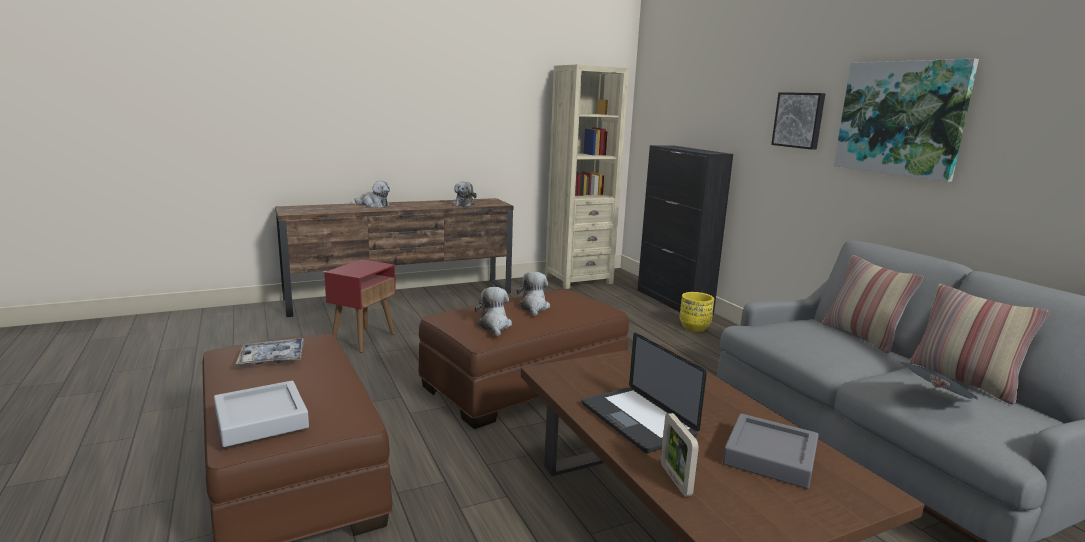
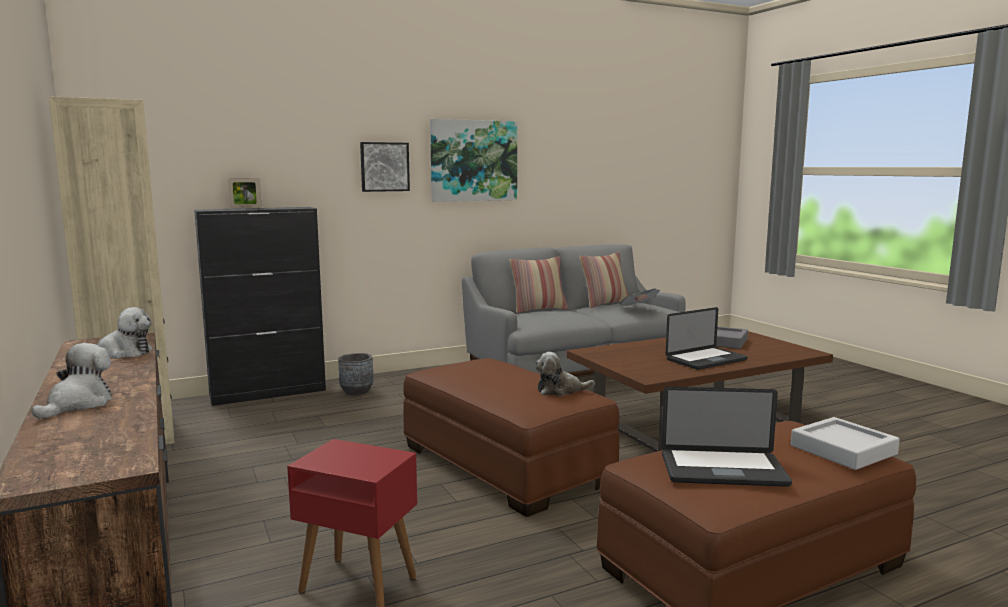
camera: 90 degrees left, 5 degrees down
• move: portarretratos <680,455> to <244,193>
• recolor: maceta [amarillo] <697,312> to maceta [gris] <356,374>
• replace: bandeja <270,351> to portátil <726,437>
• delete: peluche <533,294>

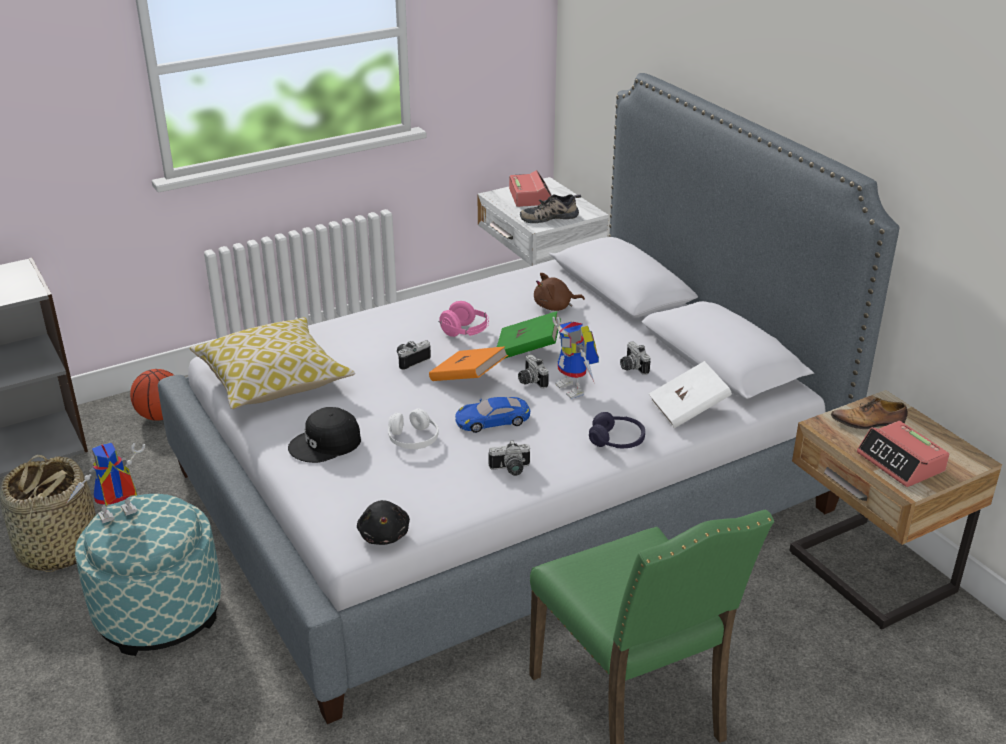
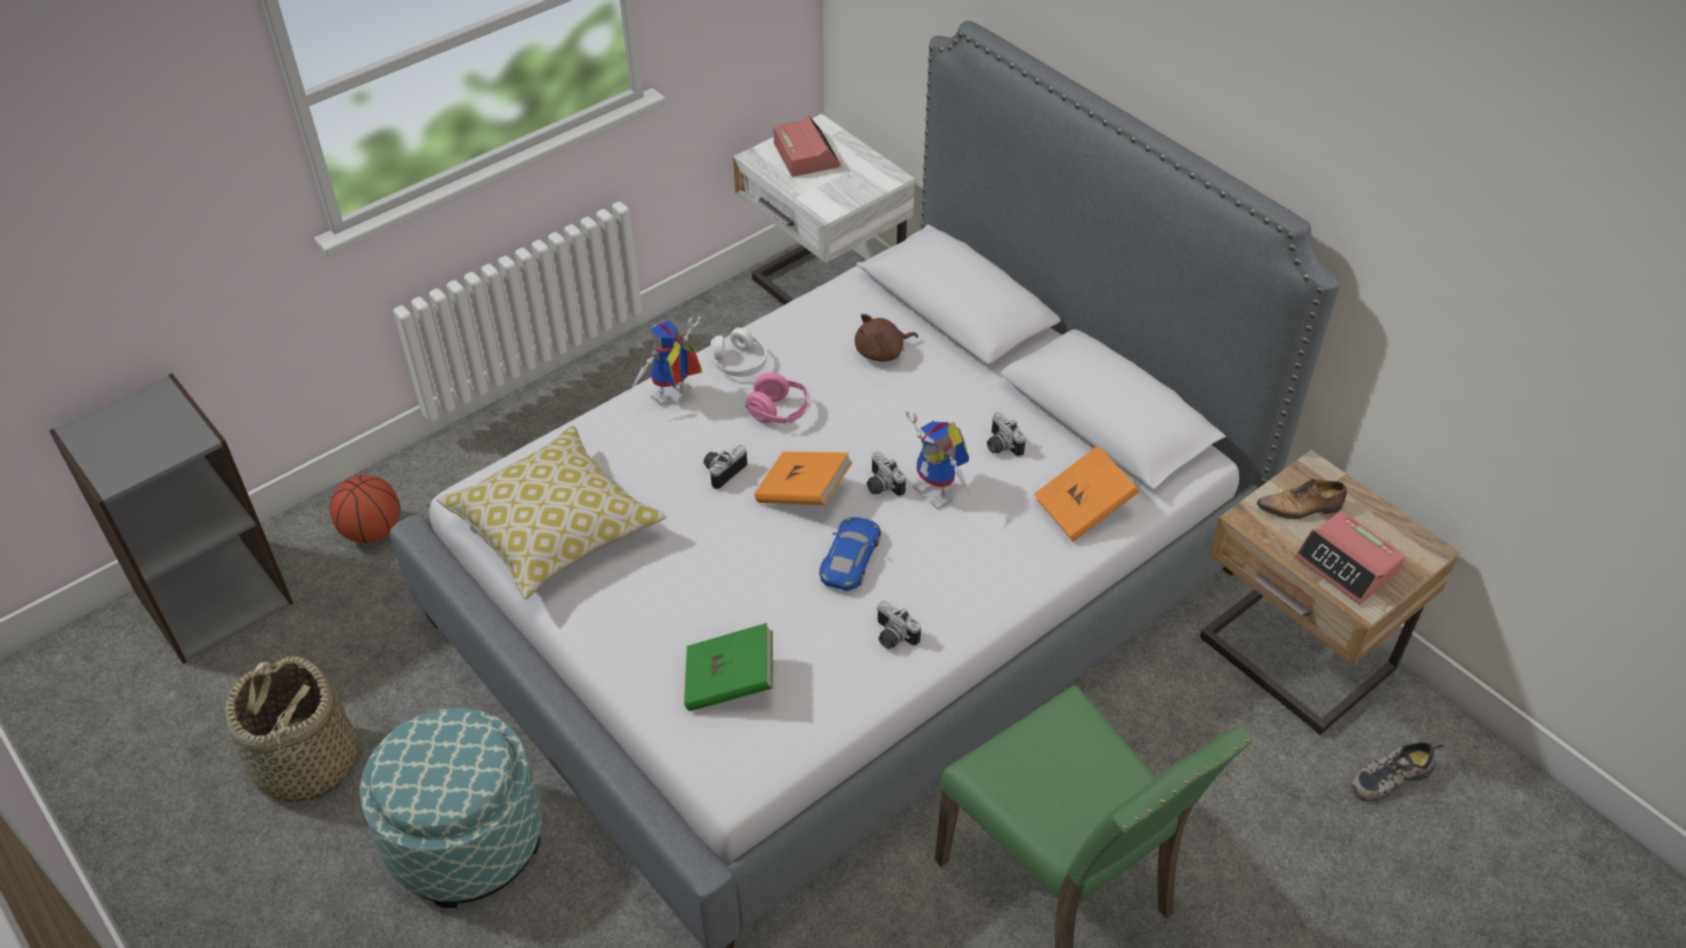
camera: 10 degrees left, 15 degrees up
• move: robot de juguete <106,483> to <666,361>
• move: libro [verde] <529,335> to <728,667>
• move: auriculares [blanco] <413,428> to <739,352>
• rotate: coche de juguete [azul] <492,415> = <850,554> 135 degrees clockwise
• rotate: cámara <509,458> = <899,625> 60 degrees clockwise
• recolor: libro [blanco] <690,394> to libro [naranja] <1086,493>
• move: zapato <550,208> to <1397,771>
• delete: gorra [negro] <324,435>
• delete: peluche [negro] <383,522>
• delete: auriculares [morado] <617,430>

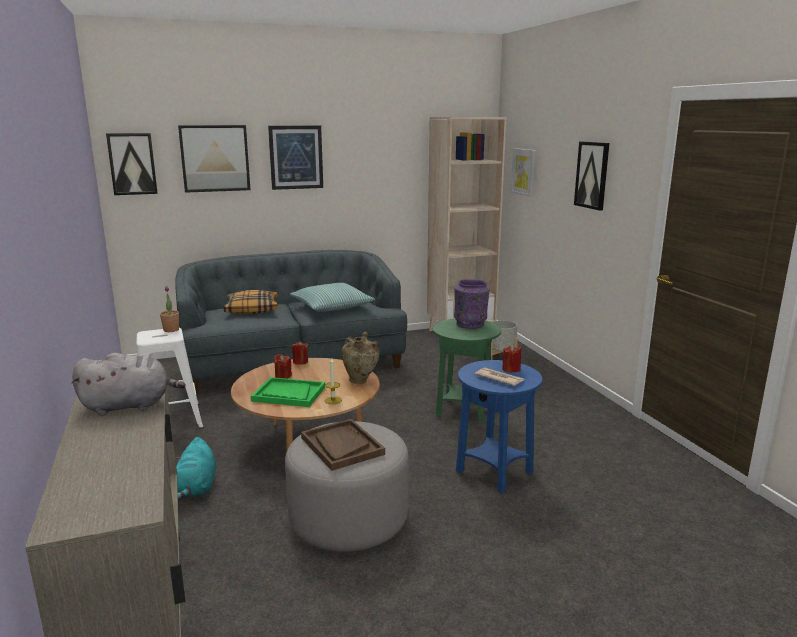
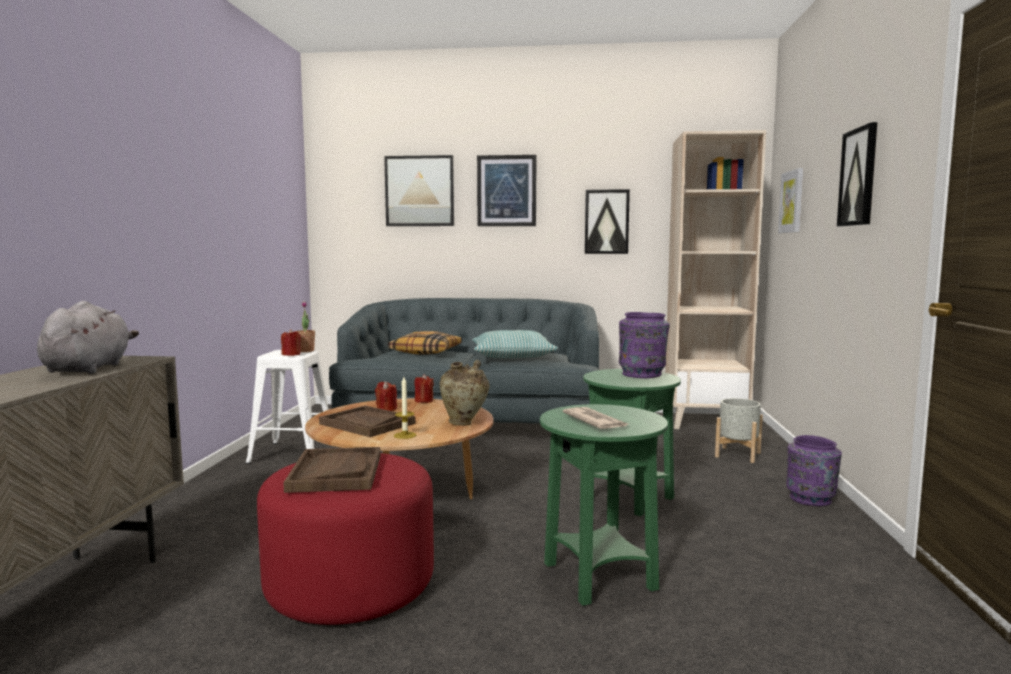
camera: 25 degrees right, 10 degrees down
• rotate: peluche [gris] <128,384> = <88,337> 105 degrees counterclockwise
• recolor: puf [gris] <347,486> to puf [rojo] <345,539>
• move: vela [rojo] <512,358> to <291,342>
• recolor: bandeja [verde] <288,392> to bandeja [marrón] <367,421>
• recolor: mesa auxiliar [azul] <499,427> to mesa auxiliar [verde] <604,505>
• move: cuadro <132,164> to <607,221>
• insert: florero [morado] <814,470>
• delete: peluche [turquesa] <195,468>

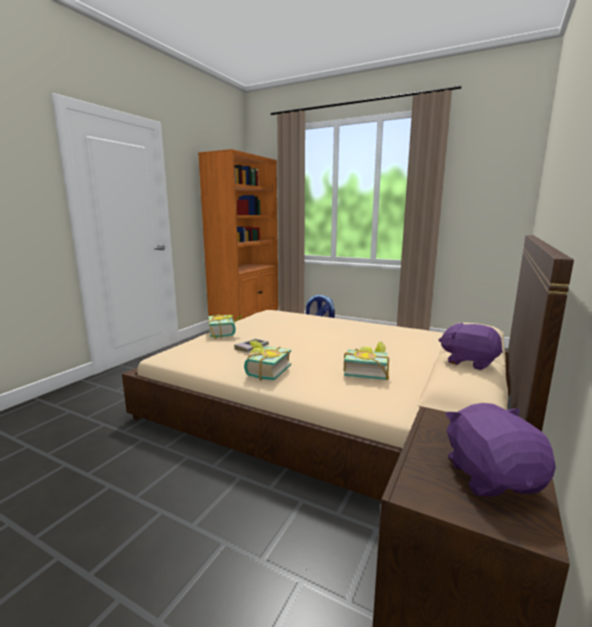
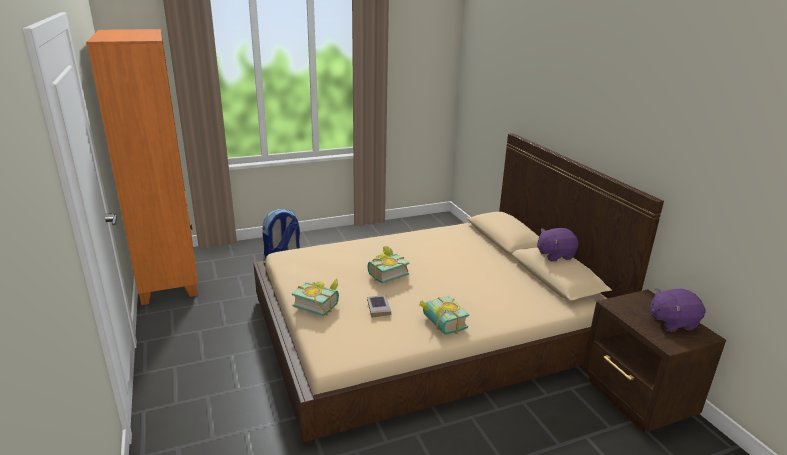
camera: 50 degrees left, 10 degrees up
• move: libro <366,361> to <388,265>
• rotate: peluche [morado] <500,449> = <677,310> 45 degrees counterclockwise

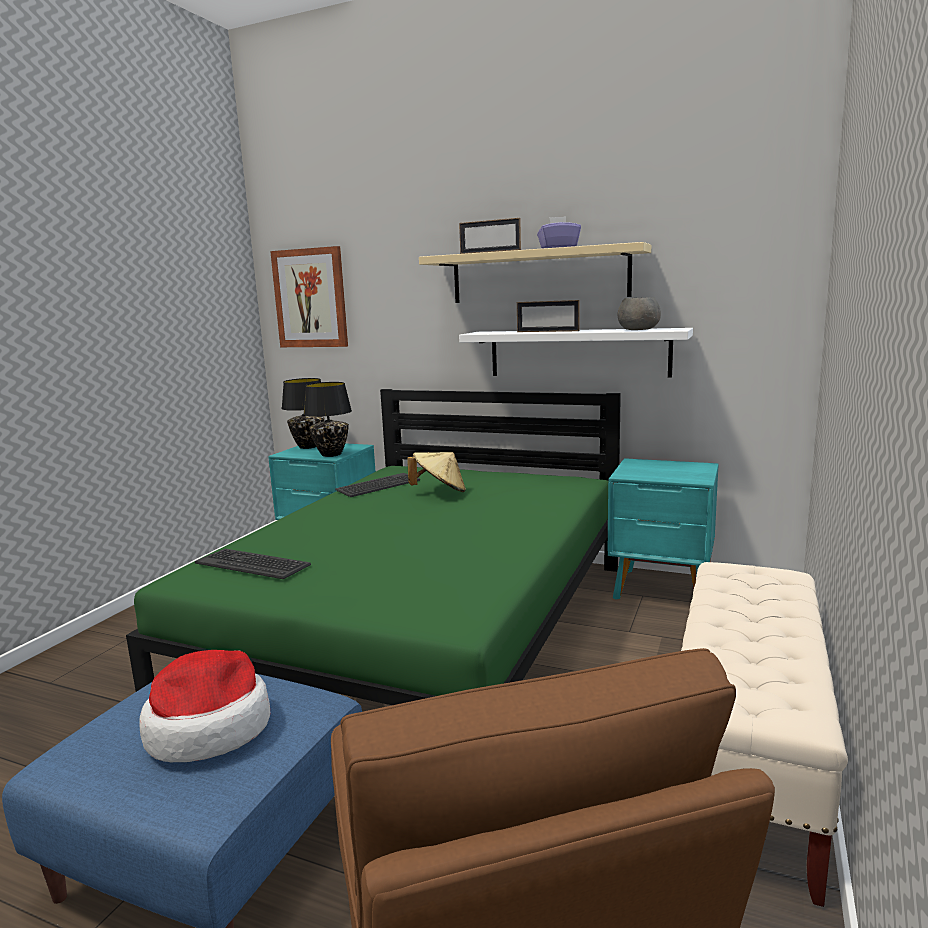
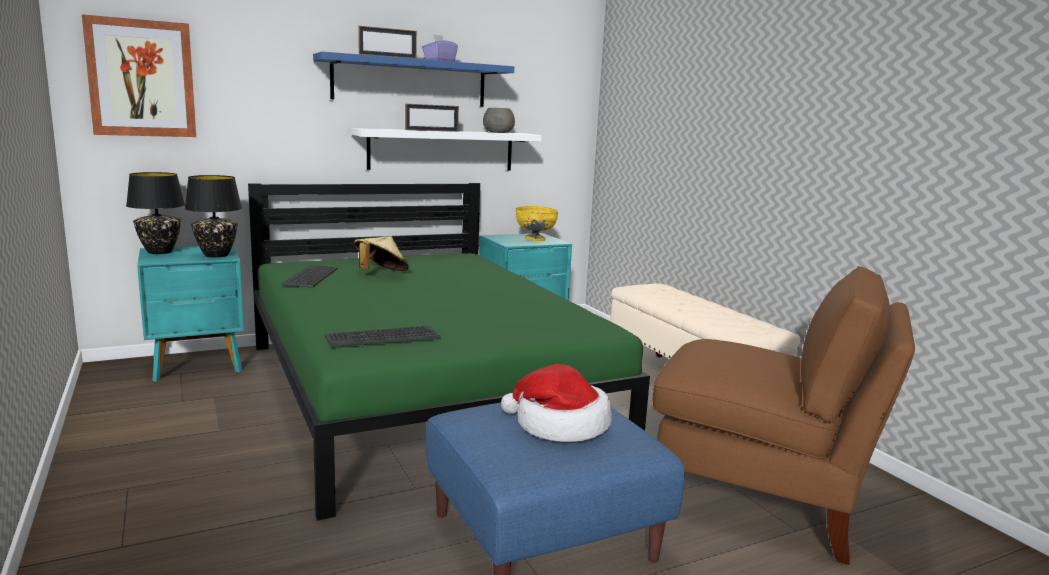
camera: 50 degrees left, 0 degrees up
• recolor: estante [beis] <535,272> to estante [azul] <413,79>
• insert: cuenco [amarillo] <537,223>

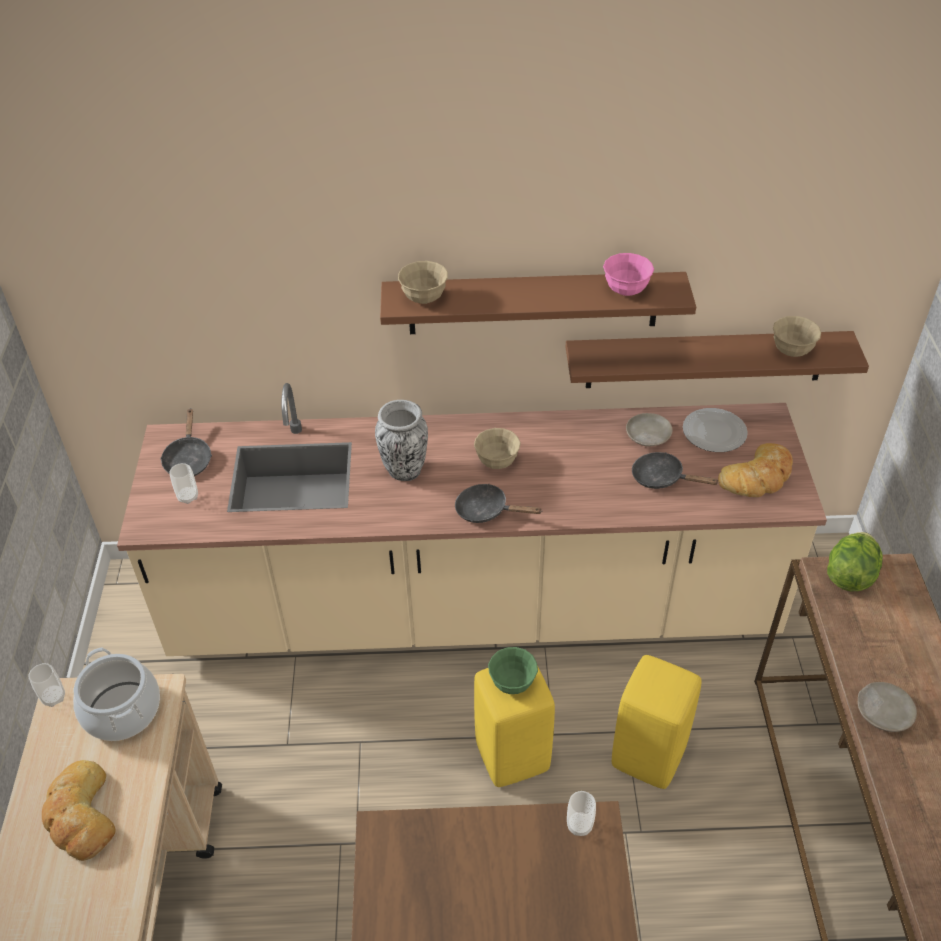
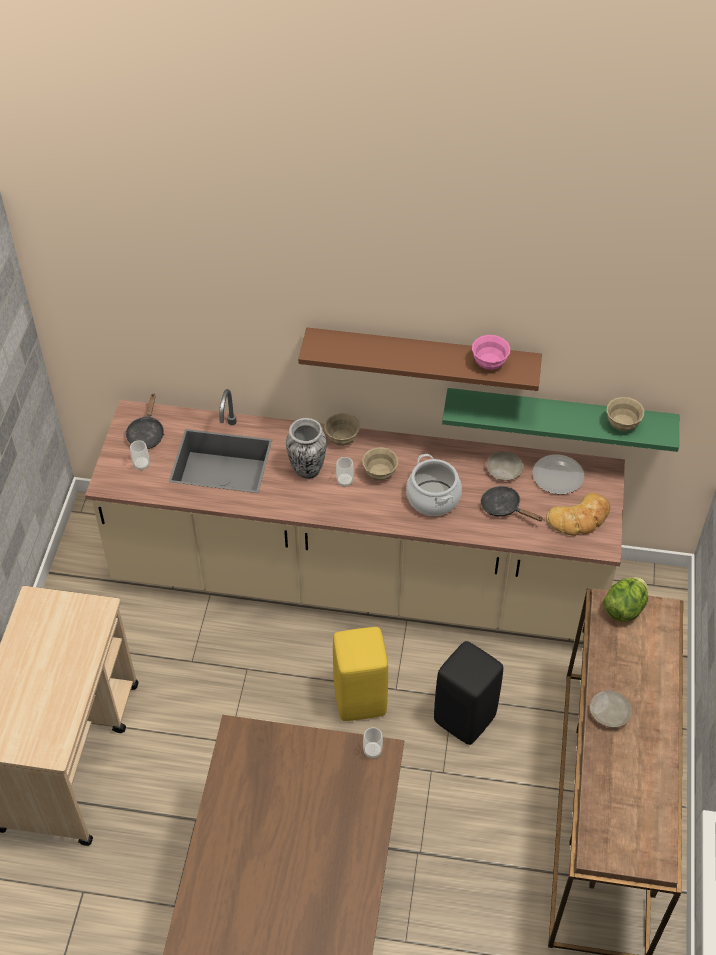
camera: 10 degrees right, 5 degrees up
• move: cuenco [beis] <423,282> to <342,429>
• move: taza <47,685> to <345,472>
• move: olla <116,694> to <434,485>
• recolor: taburete [amarillo] <657,722> to taburete [negro] <468,693>
• recolor: estante [marrón] <717,359> to estante [verde] <560,420>
• delete: pan <79,810>
• delete: sartén [negro] <499,503>
• delete: cuenco [verde] <513,670>

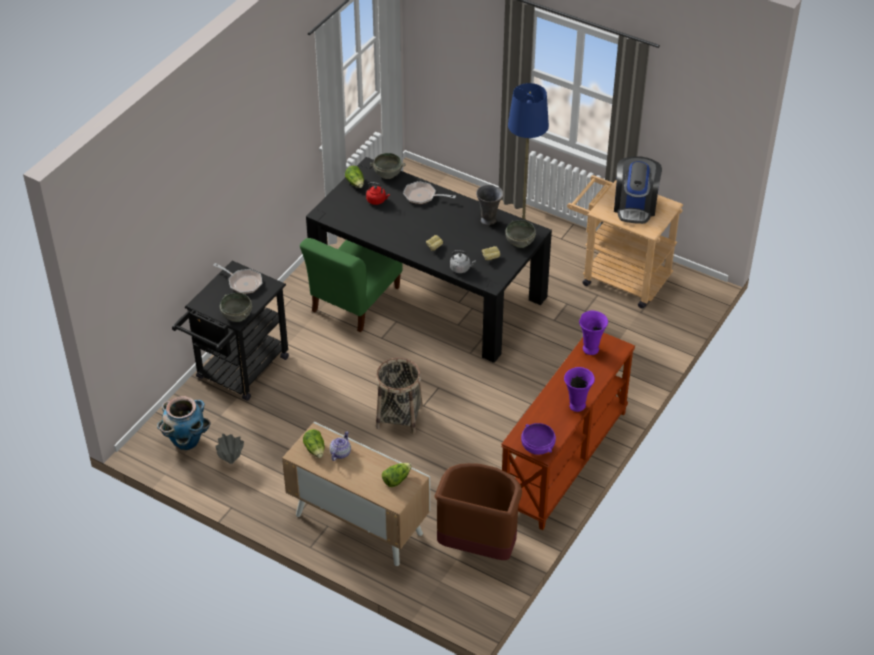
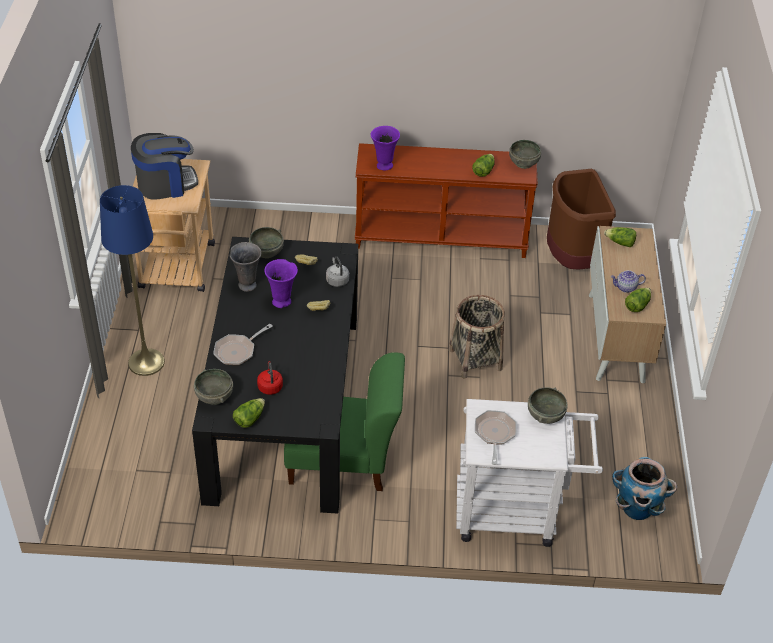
camera: 120 degrees left, 0 degrees up
• rotate: sartén <429,192> = <243,344> 60 degrees clockwise
• move: florero [morado] <579,389> to <281,283>
• recolor: carrito [negro] <230,331> to carrito [blanco] <529,473>
• insert: lechuga <483,165>
• recolor: cuenco [morado] <538,439> to cuenco [gris] <525,154>
• delete: florero [gris] <229,449>

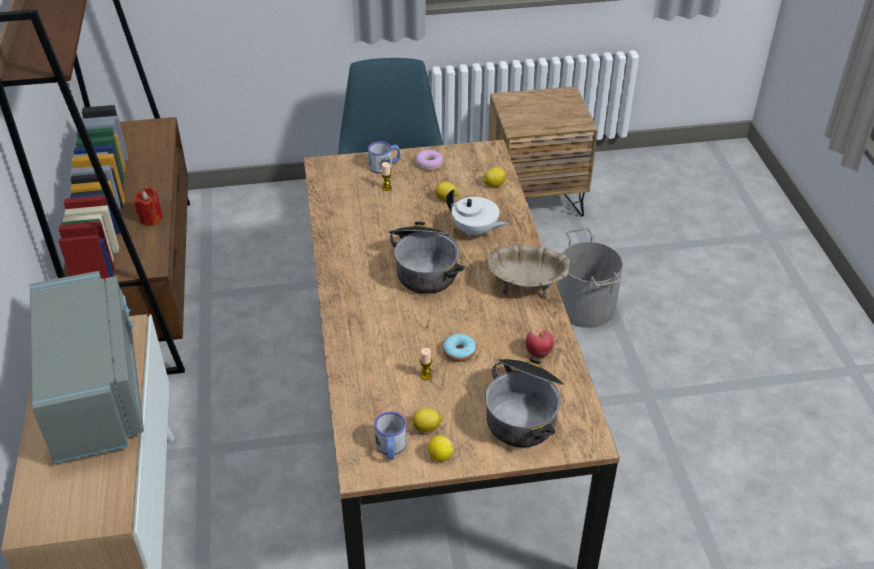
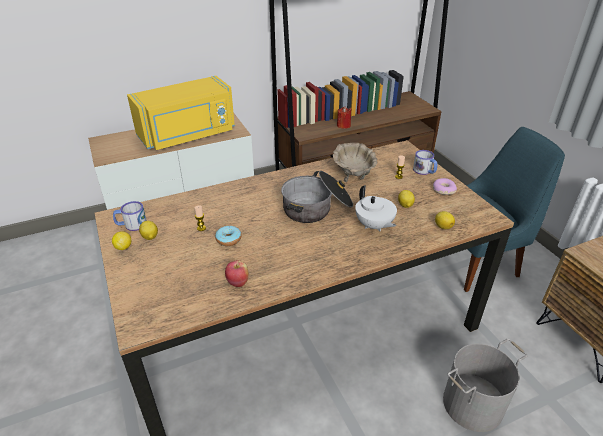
camera: 75 degrees right, 5 degrees down
• recolor: microondas [gris] <87,367> to microondas [amarillo] <181,113>
• move: cuenco [beis] <528,271> to <355,162>
• rotate: tetera [blanco] <477,213> = <376,208> 45 degrees counterclockwise
• delete: olla <524,403>

